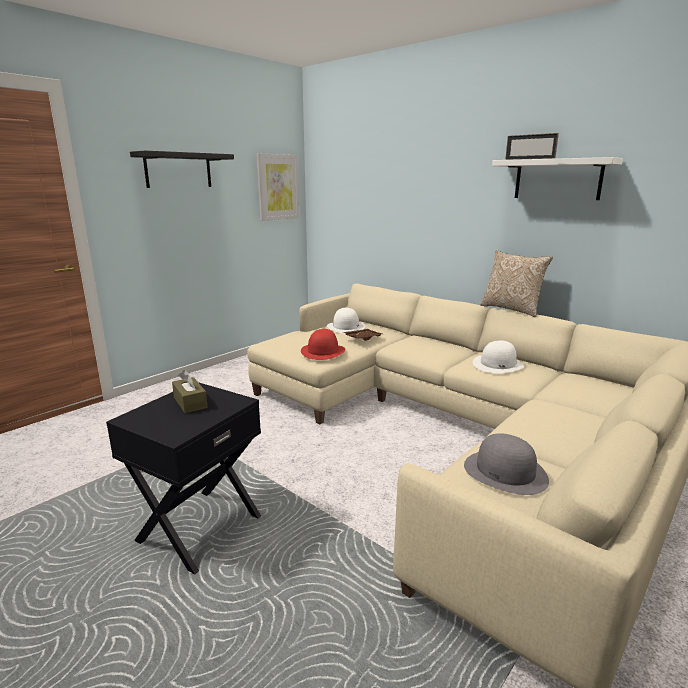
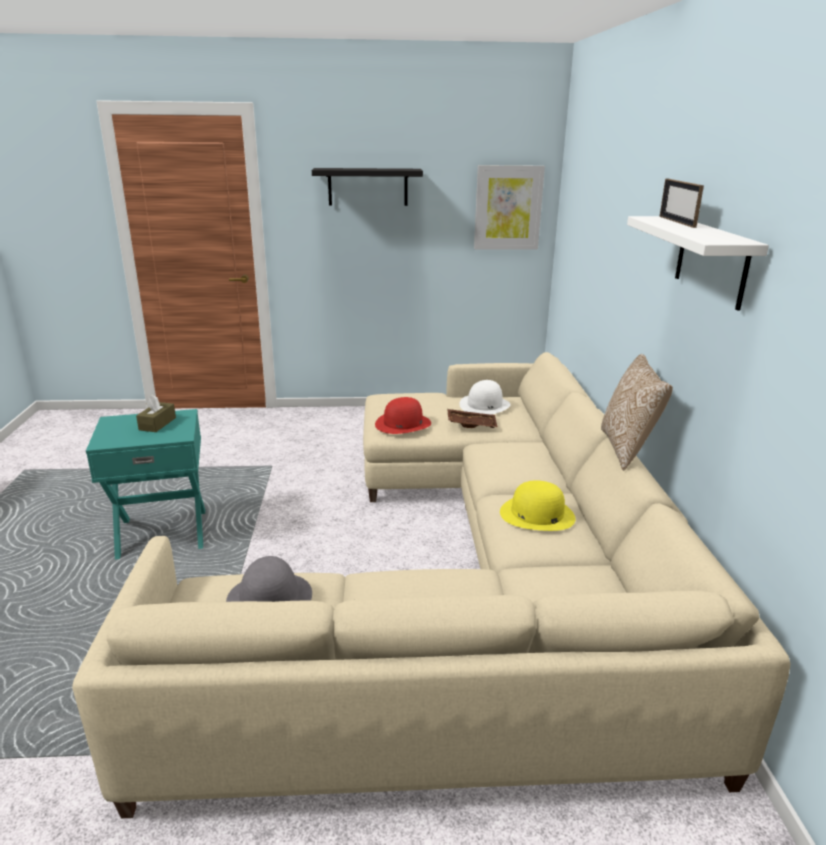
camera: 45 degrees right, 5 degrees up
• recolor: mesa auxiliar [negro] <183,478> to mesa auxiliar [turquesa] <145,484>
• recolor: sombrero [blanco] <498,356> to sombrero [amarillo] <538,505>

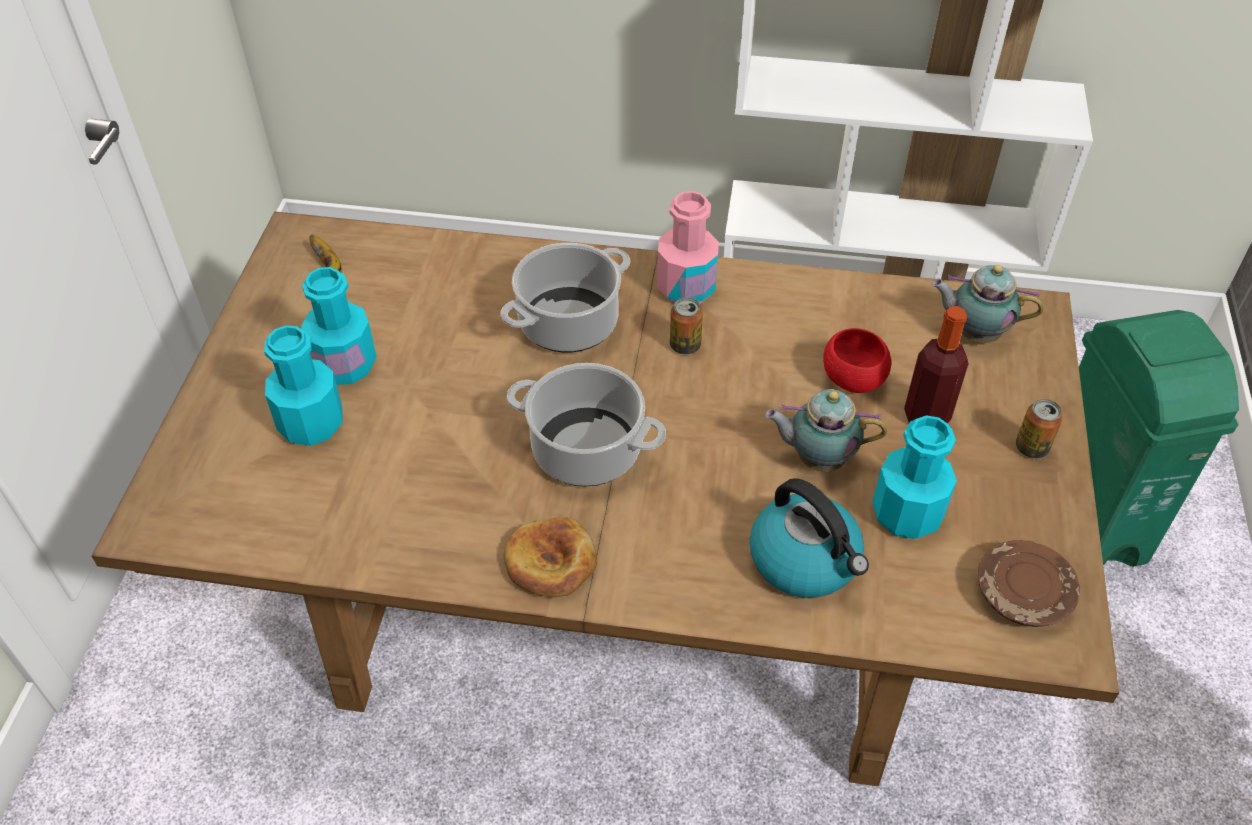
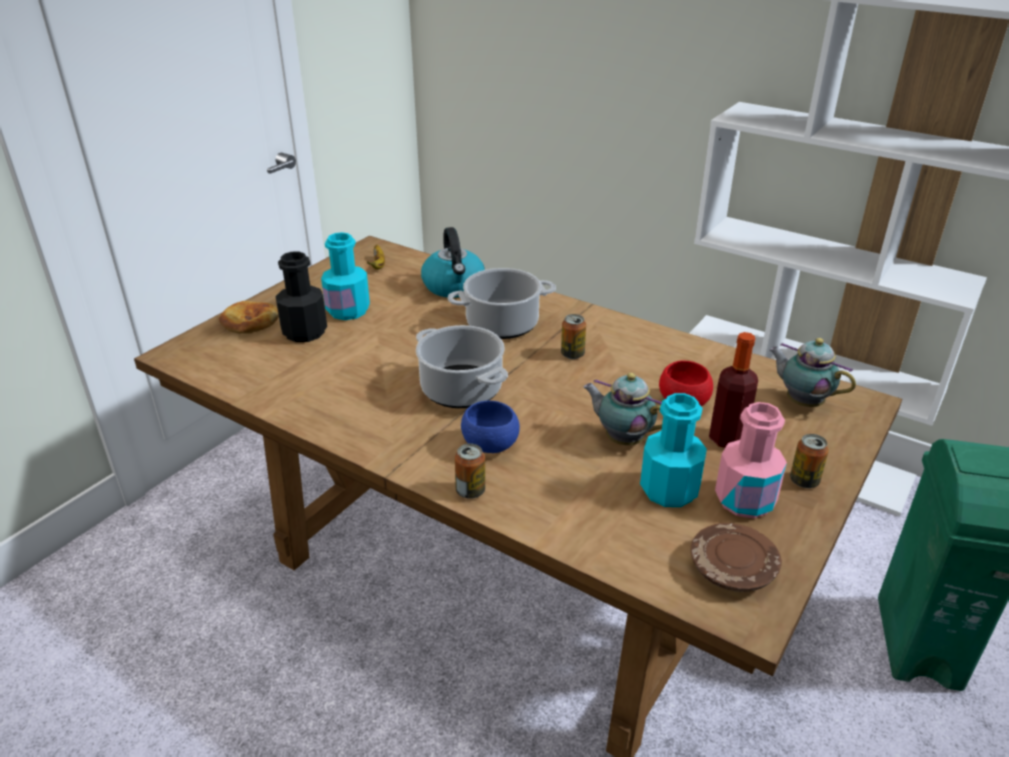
camera: 25 degrees right, 15 degrees down
• move: pan <550,557> to <249,317>
• recolor: botella [turquesa] <303,385> to botella [negro] <301,297>
• move: hervidor <809,538> to <453,262>
• insert: lata <470,471>
• insert: cuenco [azul] <490,427>
• move: botella [rosa] <688,247> to <751,460>

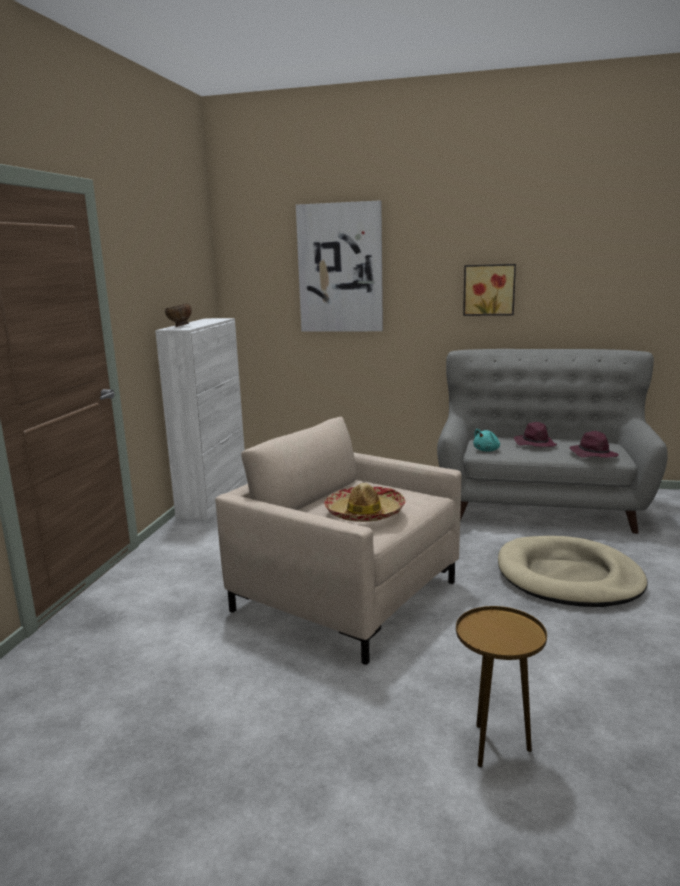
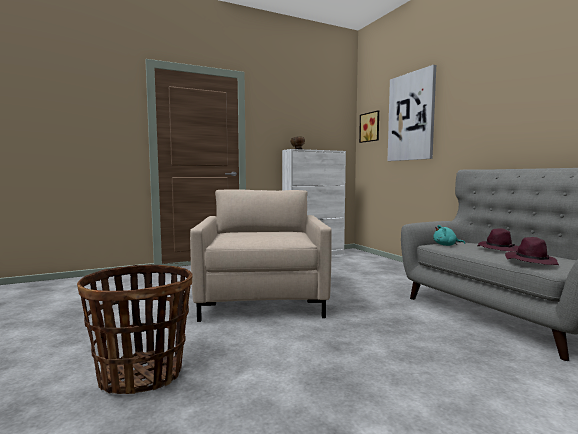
camera: 50 degrees right, 10 degrees down
• replace: mesa auxiliar [marrón] <501,687> to cesta <135,329>
• move: cuadro <489,290> to <369,126>
• delete: sombrero <365,502>
• delete: cama para perro [beis] <572,571>

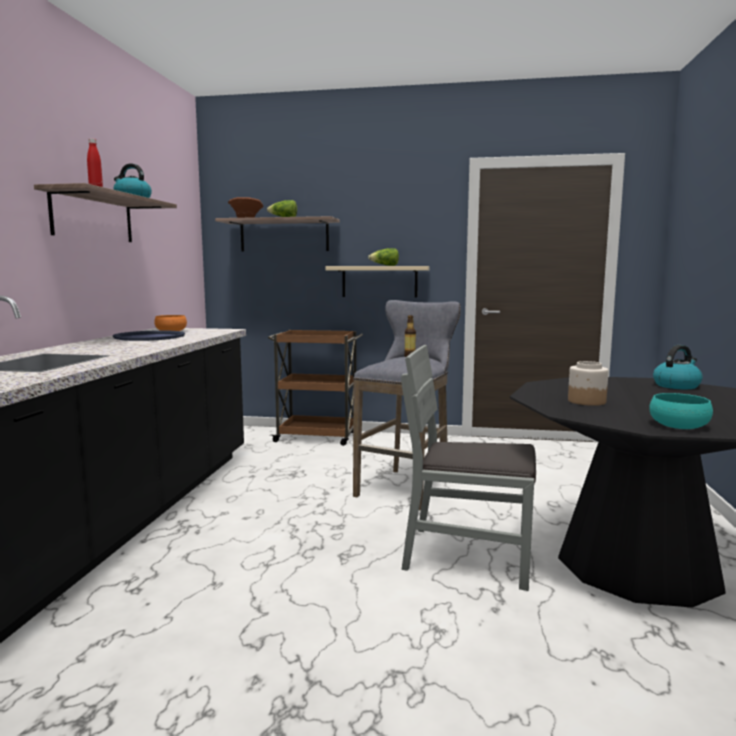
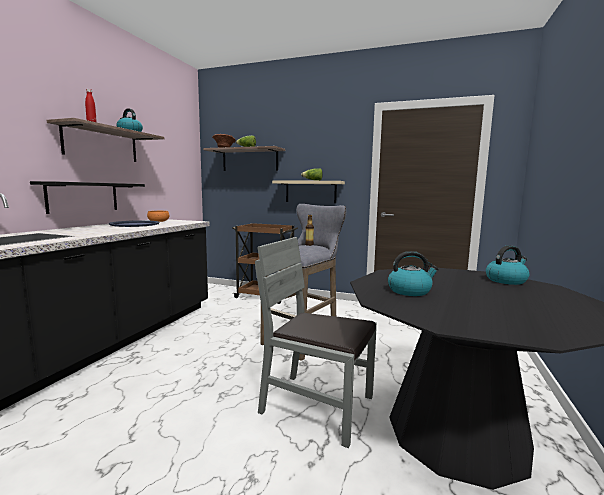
camera: 10 degrees right, 0 degrees up
• insert: estante [negro] <87,197>
• replace: tarro <588,383> to hervidor <413,273>
• delete: cuenco [turquesa] <681,411>

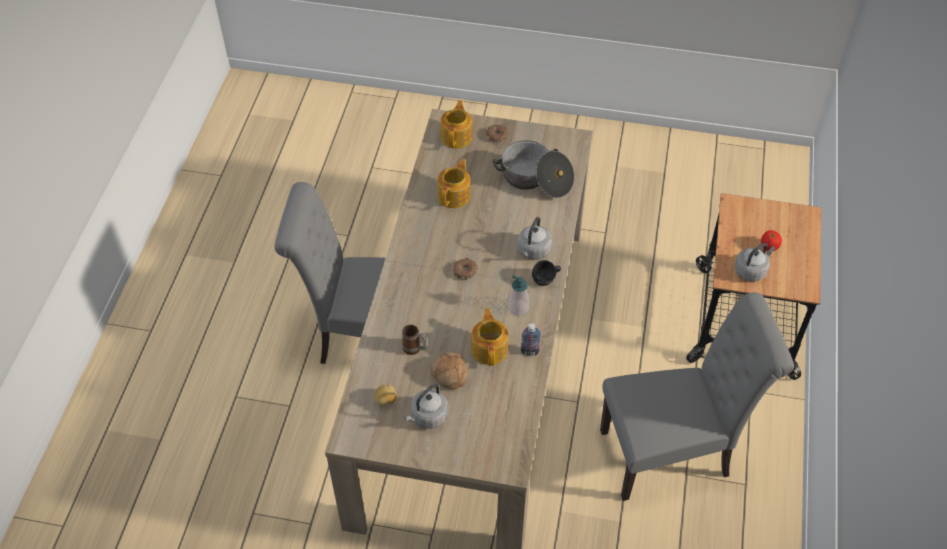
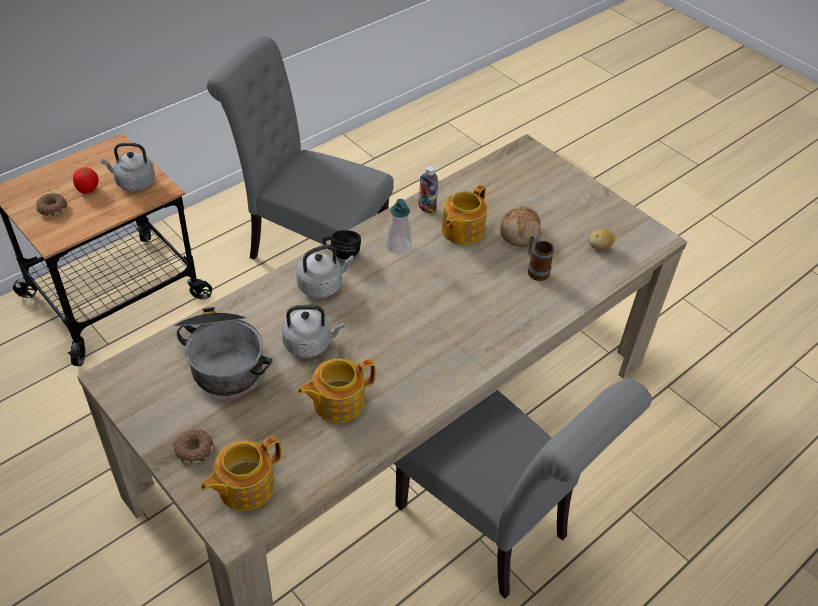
camera: 145 degrees left, 5 degrees down
• move: rosquilla <465,269> to <51,204>
• move: hervidor [gris] <426,406> to <313,331>

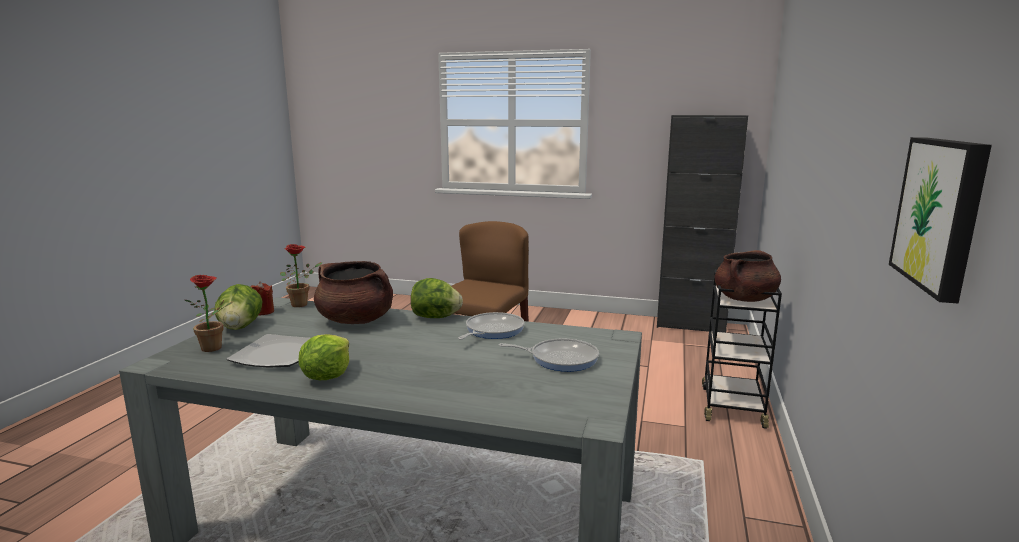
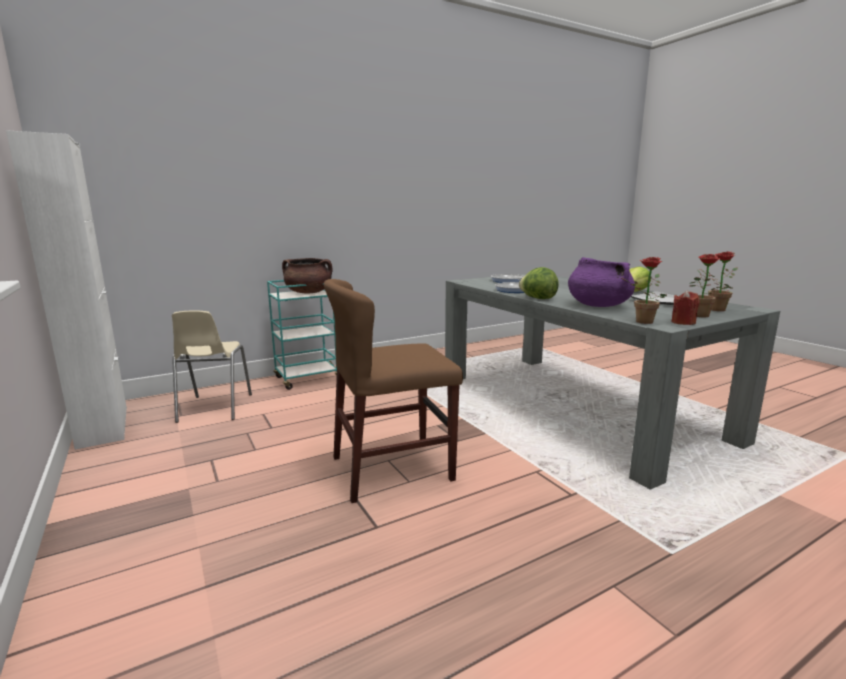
camera: 135 degrees left, 0 degrees up
• recolor: armario [negro] <702,223> to armario [blanco] <66,290>
• insert: silla [beis] <212,367>
• recolor: carrito [negro] <742,349> to carrito [turquesa] <302,335>
• recolor: olla [marrón] <353,292> to olla [morado] <601,282>
• replace: lechuga <238,307> to planta en maceta <710,285>
• delete: cuadro <940,220>

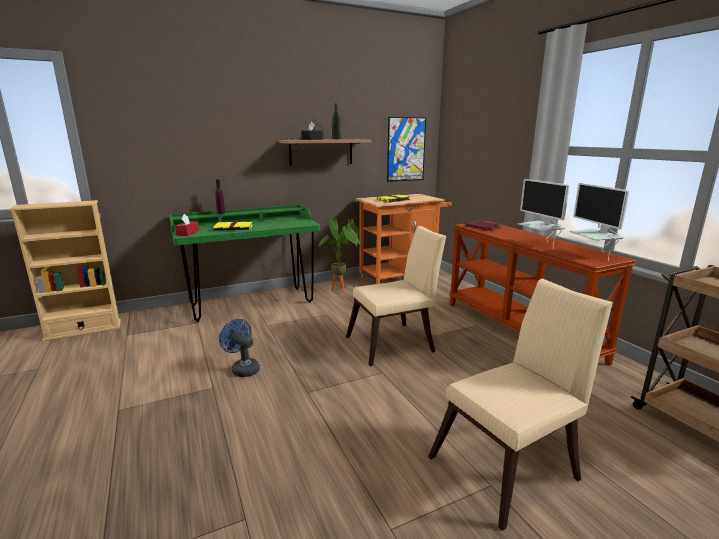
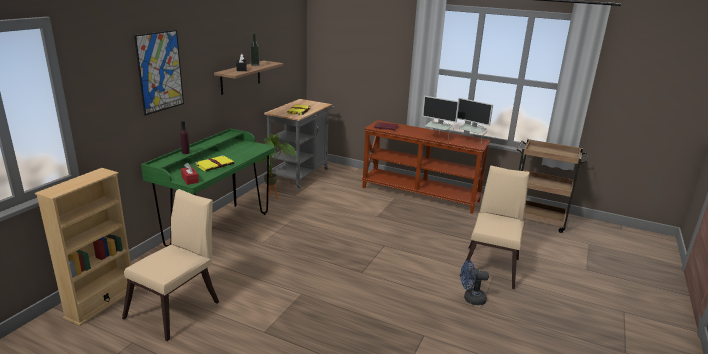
camera: 40 degrees left, 5 degrees up
• move: silla [beis] <396,296> to <170,265>
• move: cuadro <406,149> to <159,73>
• recolor: carrito [naranja] <404,239> to carrito [gris] <299,144>
• move: ventilador [azul] <239,348> to <474,282>

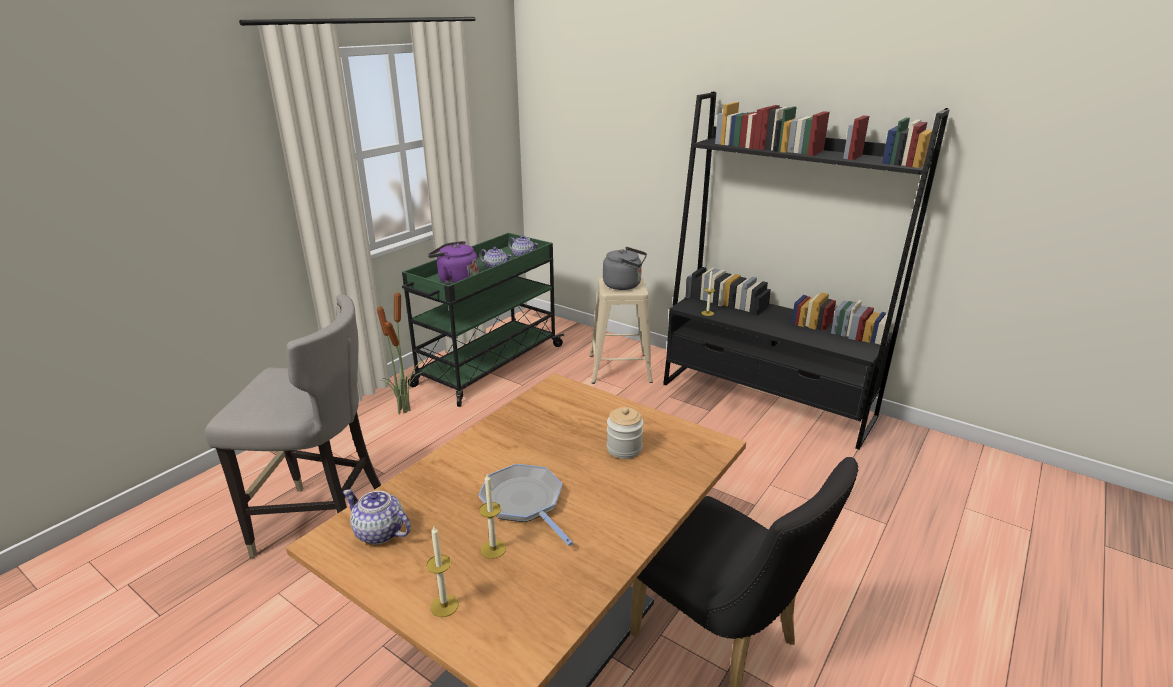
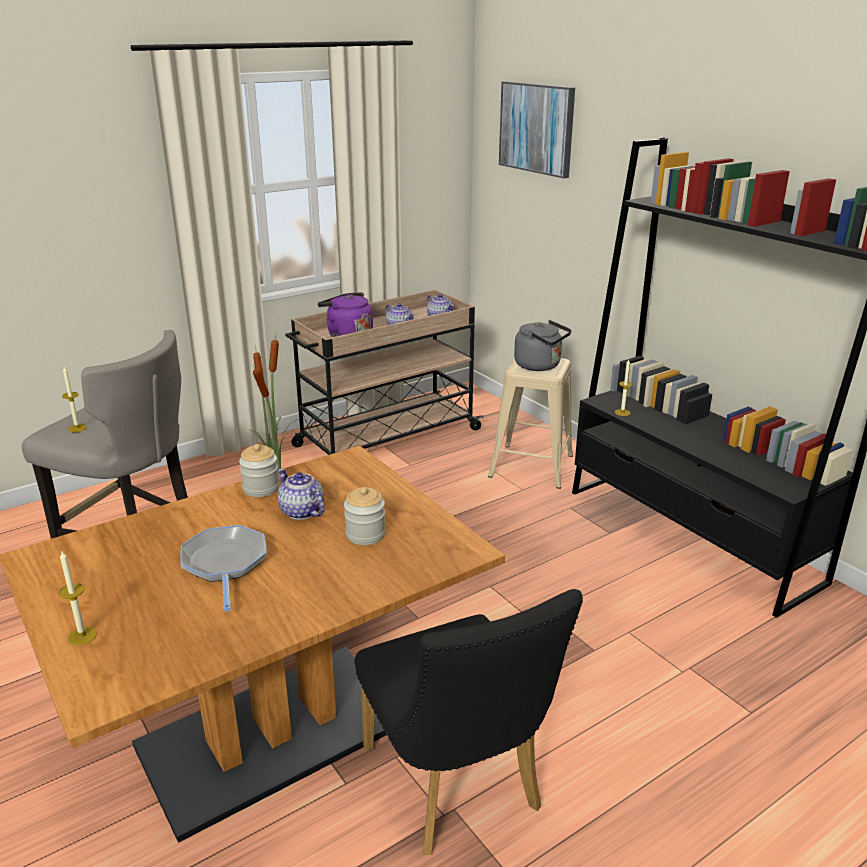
camera: 20 degrees right, 0 degrees up
• move: vela <492,516> to <74,399>
• insert: tarro <259,470>
• move: tetera <377,516> to <301,494>
• recolor: carrito [verde] <483,320> to carrito [beis] <384,372>
• insert: cuadro <537,129>

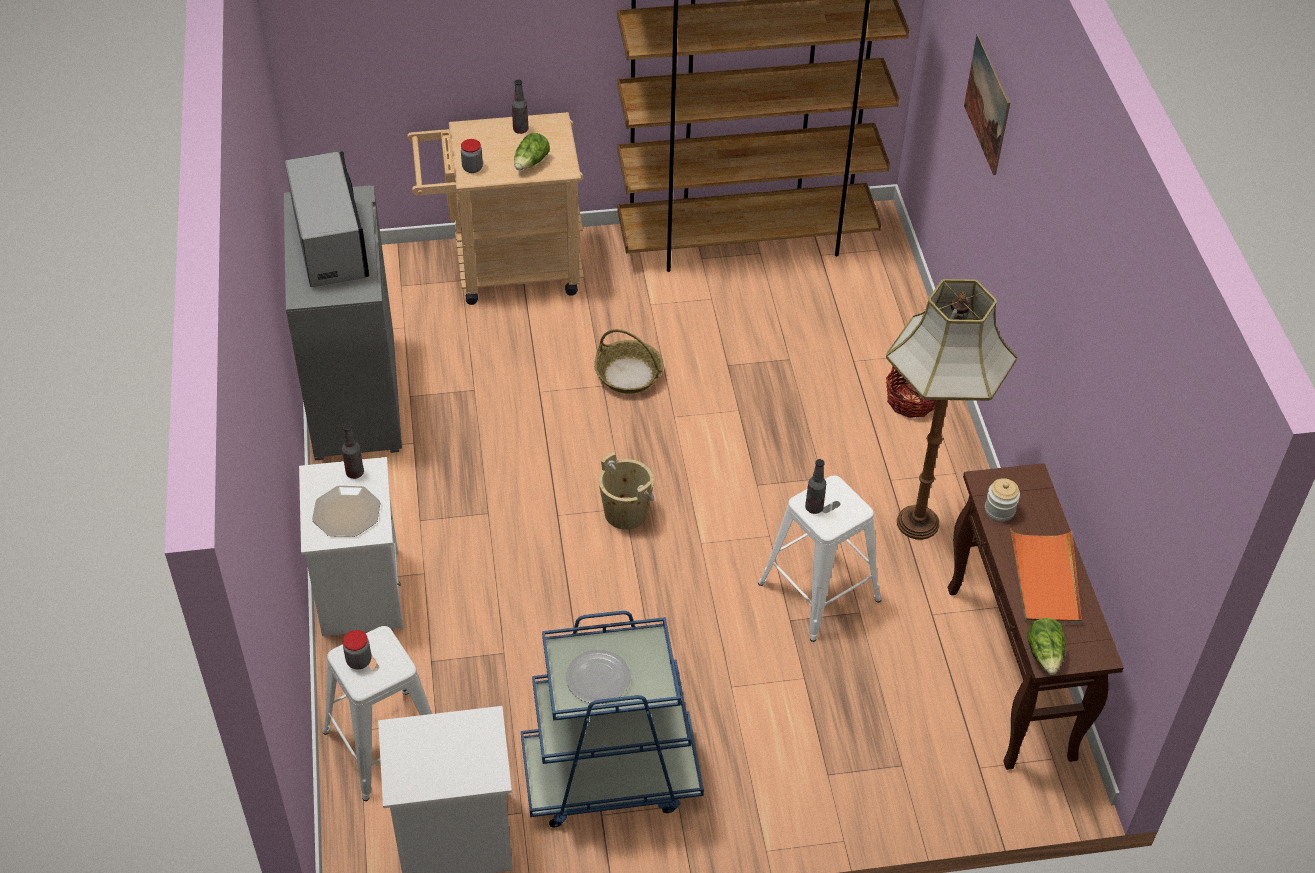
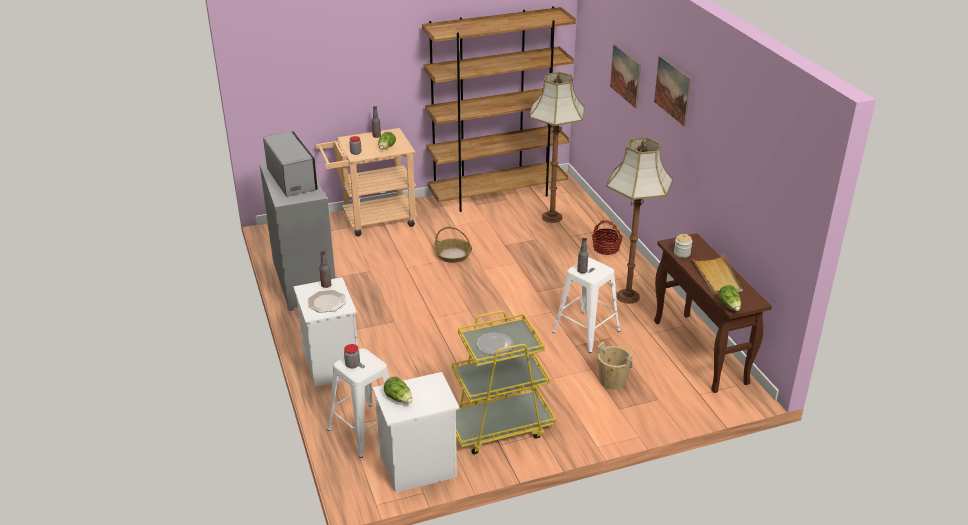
camera: 10 degrees left, 15 degrees down
• insert: lechuga <398,390>
• recolor: carrito [azul] <612,719> to carrito [amarillo] <504,382>
• insert: lámpara de pie <557,147>
• move: cubo [beis] <626,491> to <615,366>
• insert: cuadro <672,91>
• recolor: bandeja [naranja] <1046,576> to bandeja [beis] <717,275>

